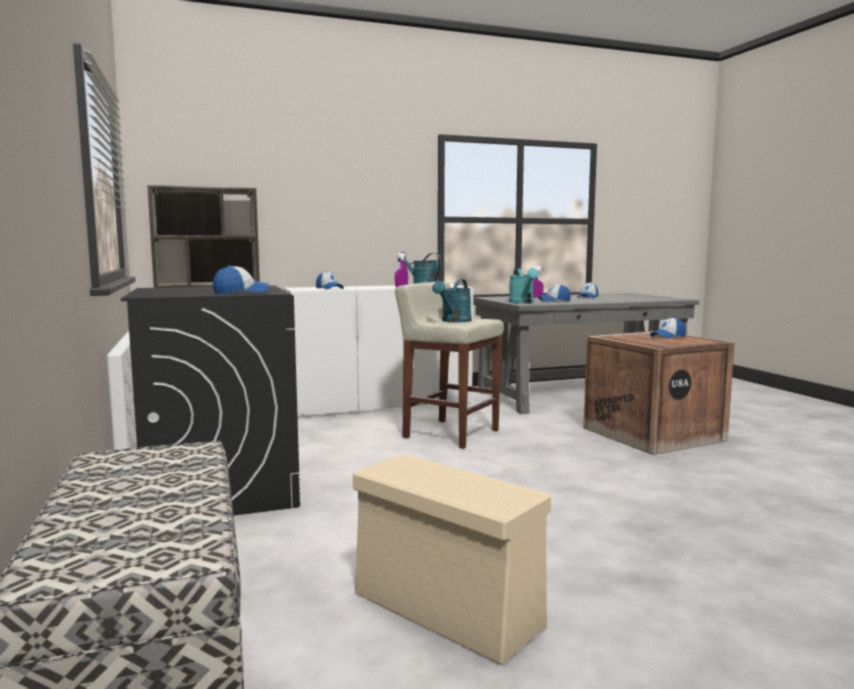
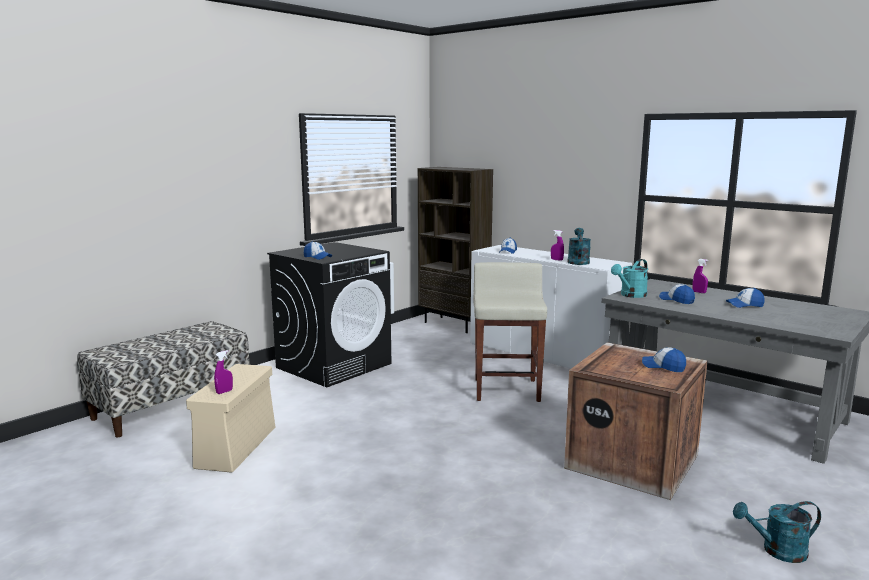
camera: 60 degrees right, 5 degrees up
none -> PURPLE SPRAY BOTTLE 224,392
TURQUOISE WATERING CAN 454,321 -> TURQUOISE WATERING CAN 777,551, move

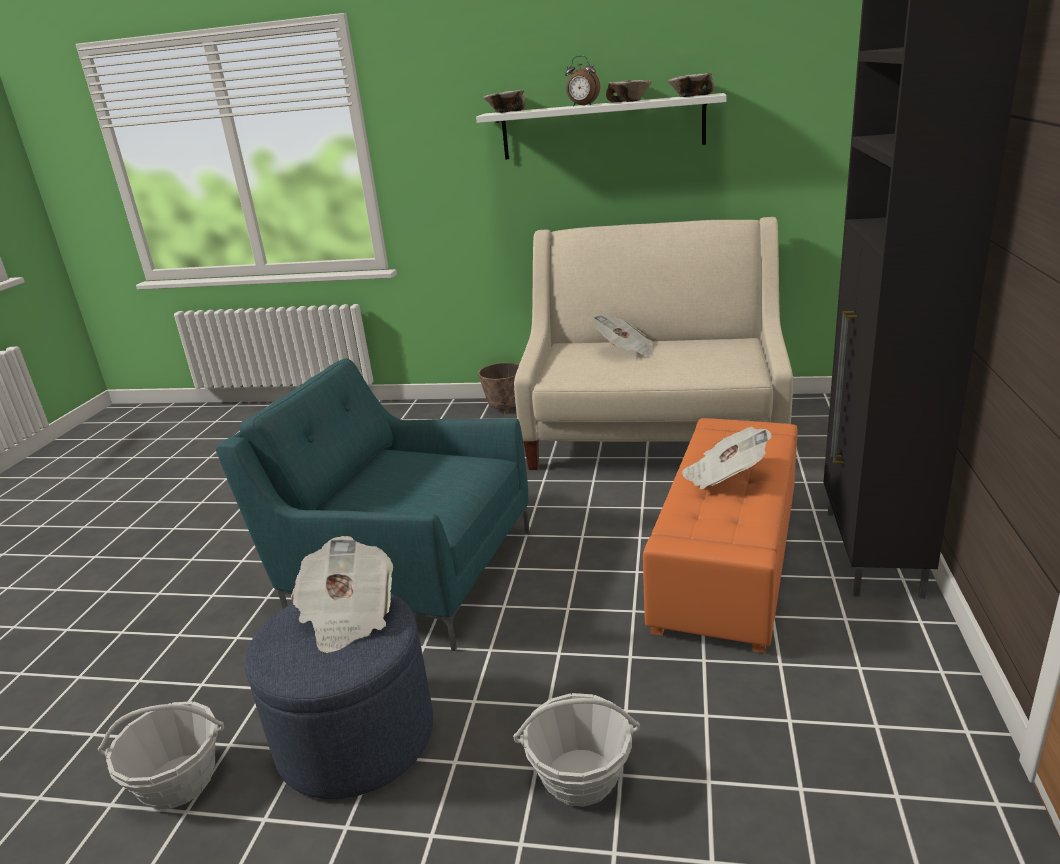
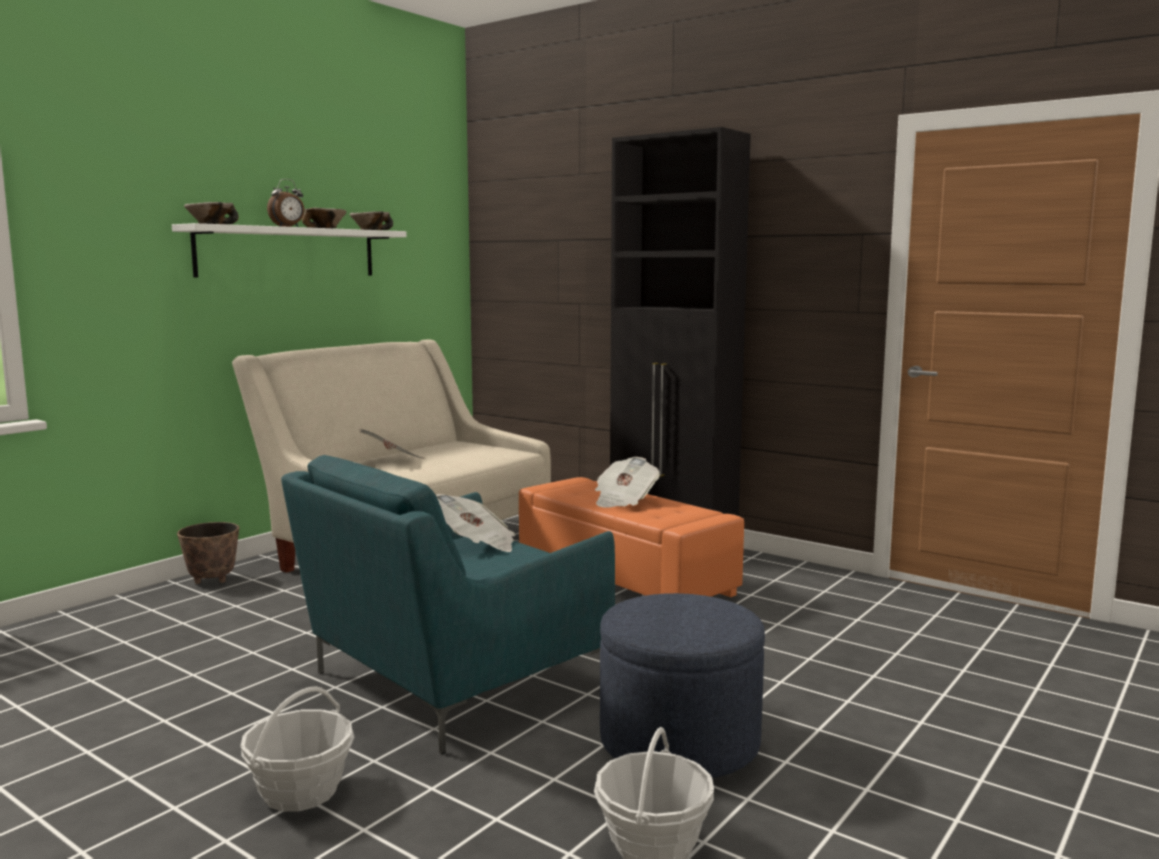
camera: 65 degrees left, 15 degrees down
BASKET 580,777 -> BASKET 300,791, move
NEWSPAPER 347,616 -> NEWSPAPER 477,544, move

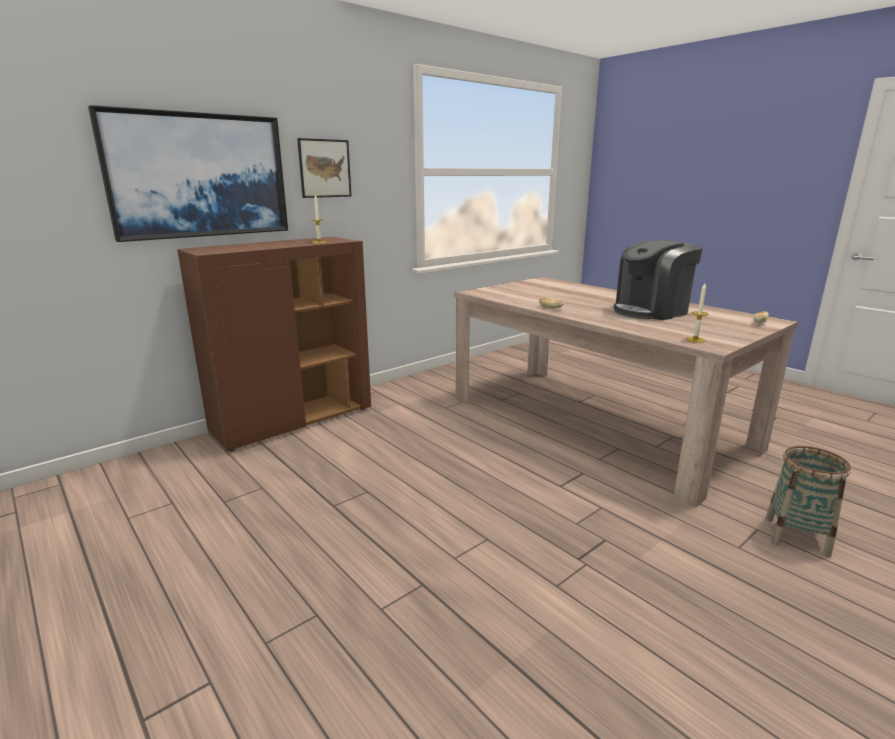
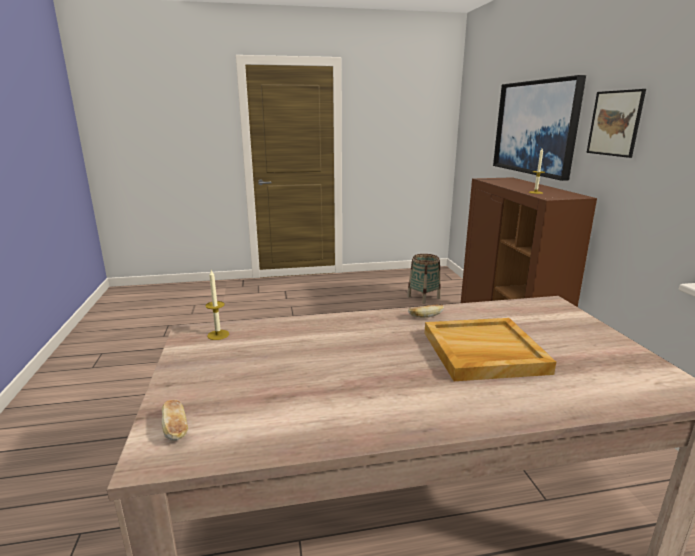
camera: 120 degrees right, 0 degrees up
BASKET 796,536 -> BASKET 423,297, move
none -> BEIGE TRAY 483,352
COFFEE MACHINE 651,311 -> none

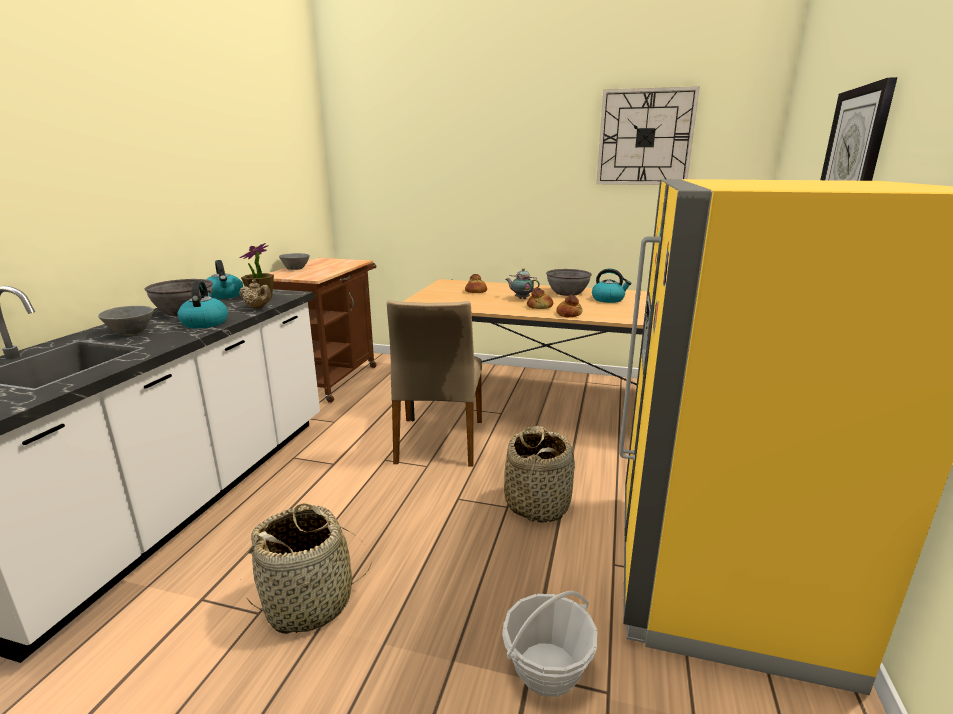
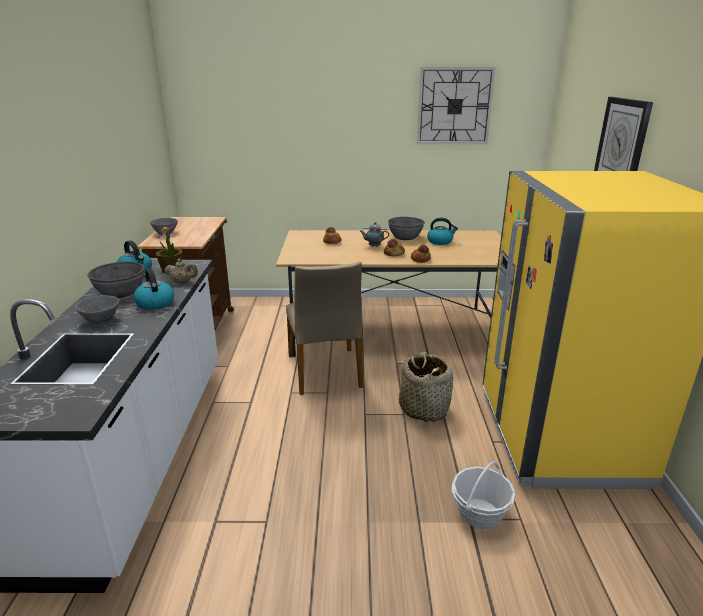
camera: 15 degrees left, 5 degrees up
BASKET 310,602 -> none

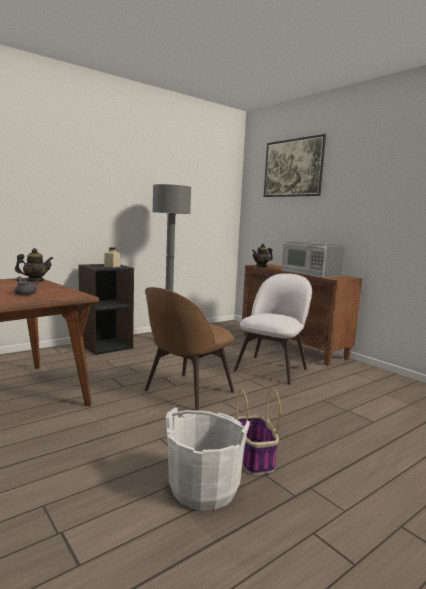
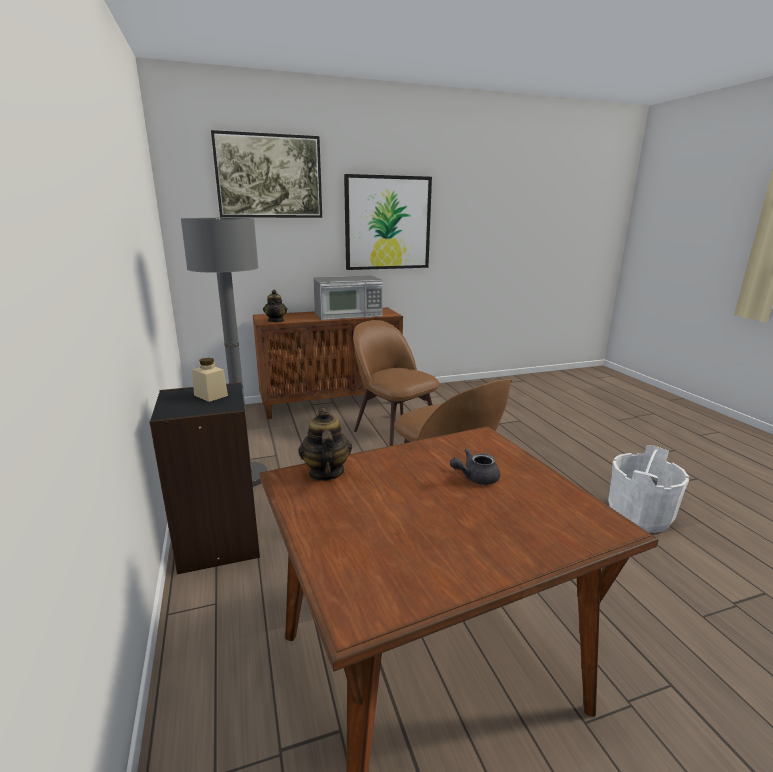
camera: 70 degrees left, 10 degrees up
none -> PICTURE 387,223
WHITE CHAIR 272,368 -> BROWN CHAIR 394,430
BASKET 255,458 -> none

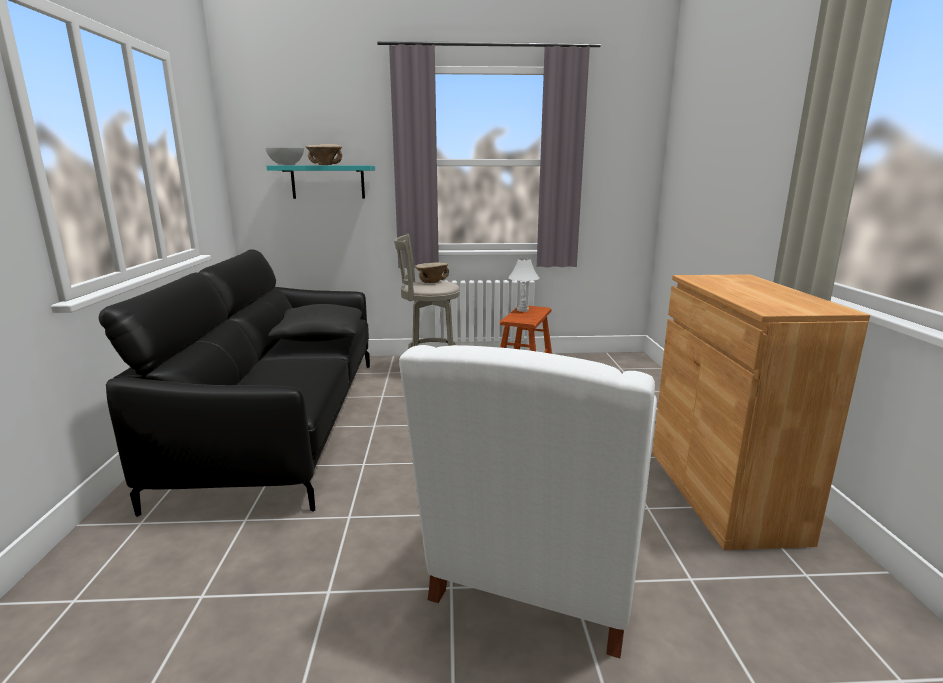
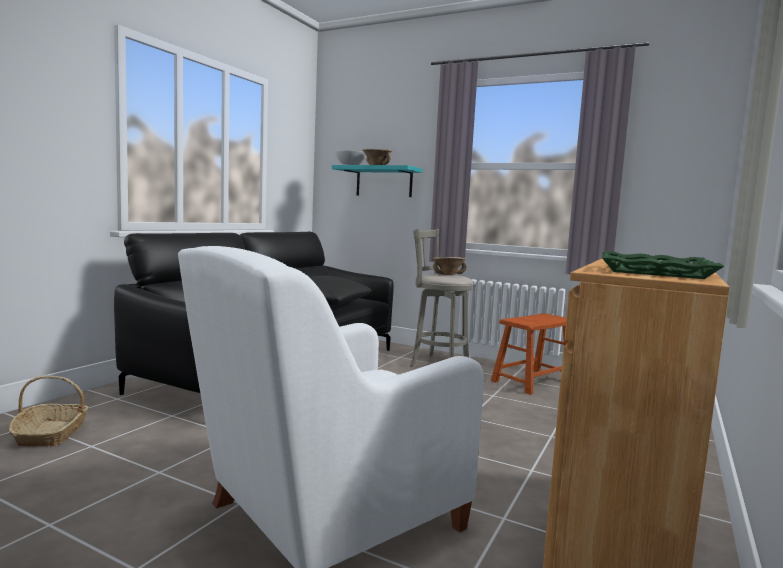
camera: 30 degrees right, 10 degrees down
none -> BASKET 51,434
none -> GREEN TRAY 654,272
WHITE TABLE LAMP 522,310 -> none

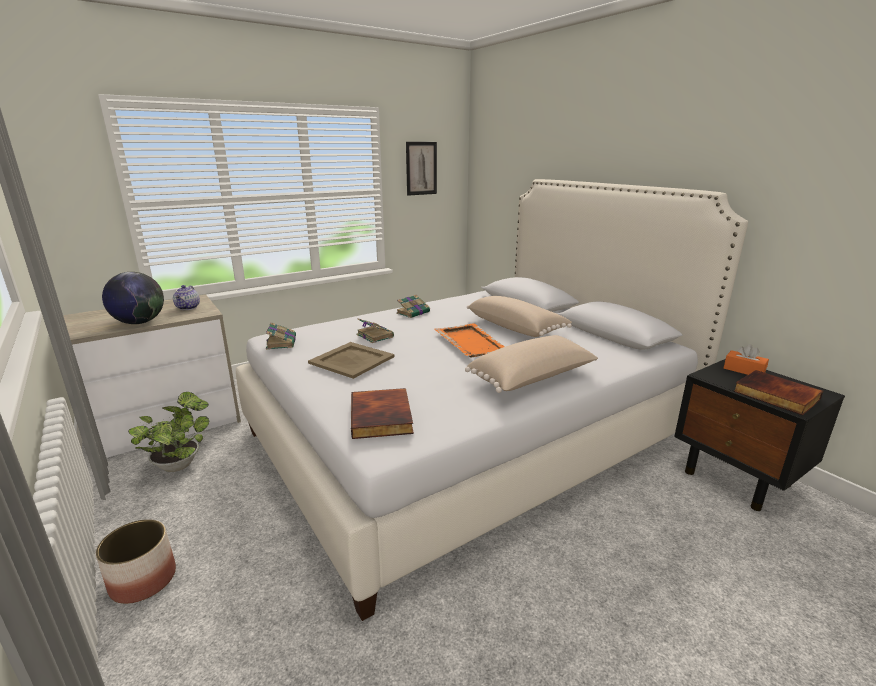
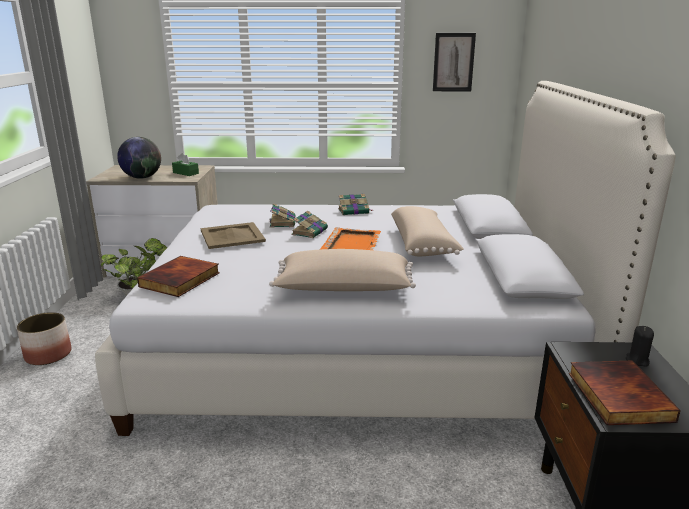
camera: 35 degrees right, 0 degrees up
TEAPOT 188,308 -> GREEN TISSUE BOX 186,173
BOOK 281,342 -> BOOK 310,231, move
ORANGE TISSUE BOX 744,370 -> BLACK CANDLE 637,360

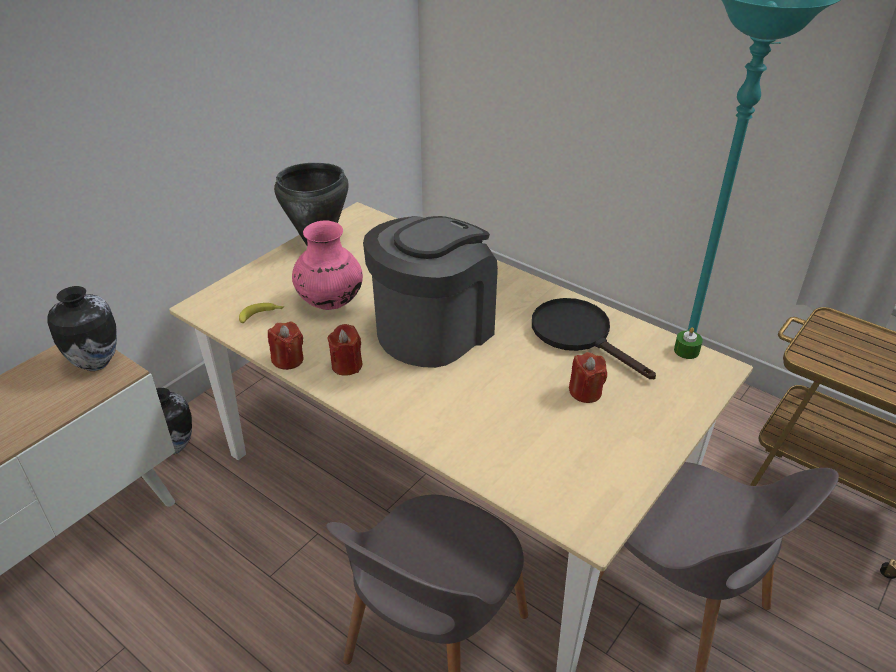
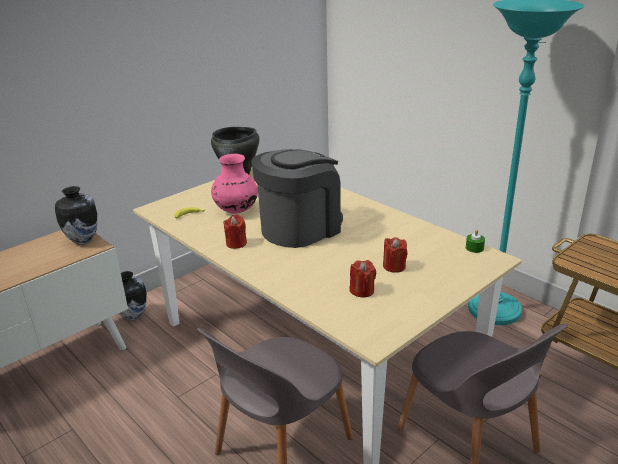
camera: 10 degrees right, 10 degrees down
RED CANDLE 288,360 -> RED CANDLE 362,291, move
BLACK FRYING PAN 579,335 -> none

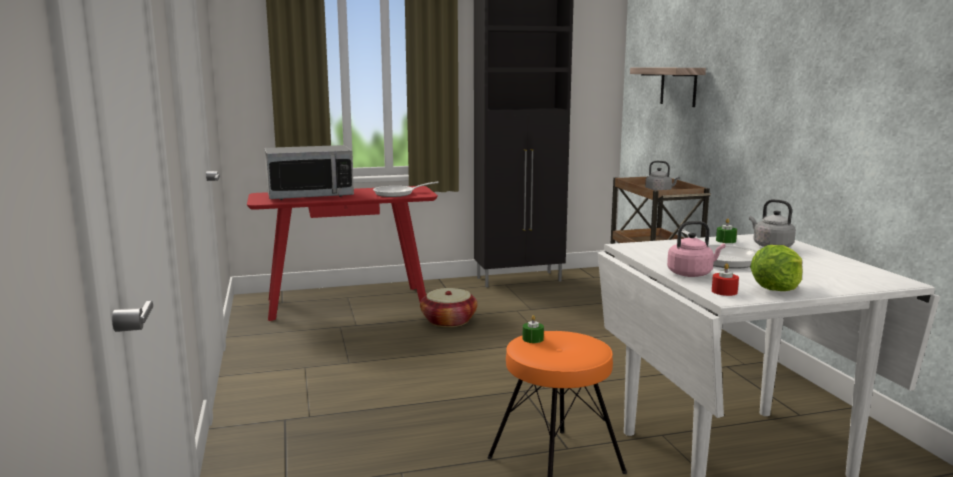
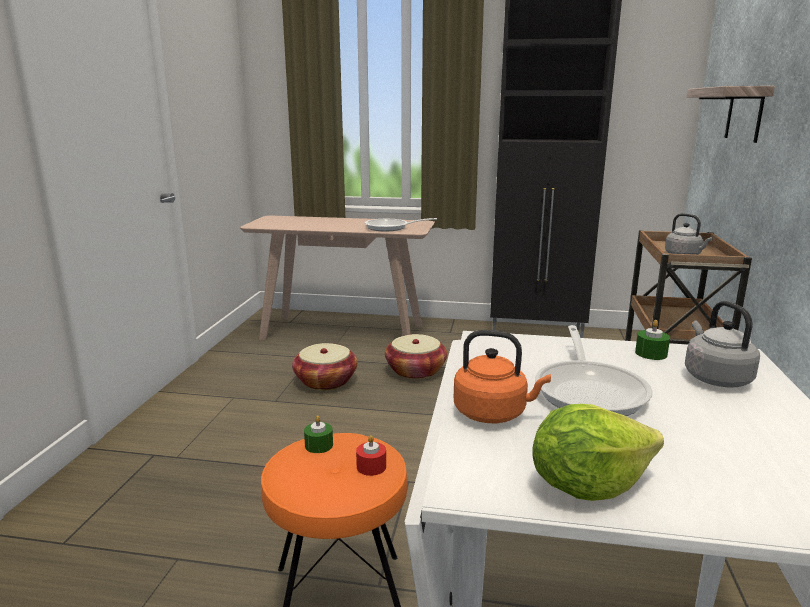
camera: 25 degrees right, 5 degrees up
RED CONSOLE TABLE 347,303 -> BEIGE CONSOLE TABLE 343,332
none -> BASKET 325,381
RED CANDLE 724,291 -> RED CANDLE 371,466, move
PINK KETTLE 692,274 -> ORANGE KETTLE 493,413
MICROWAVE 310,195 -> none

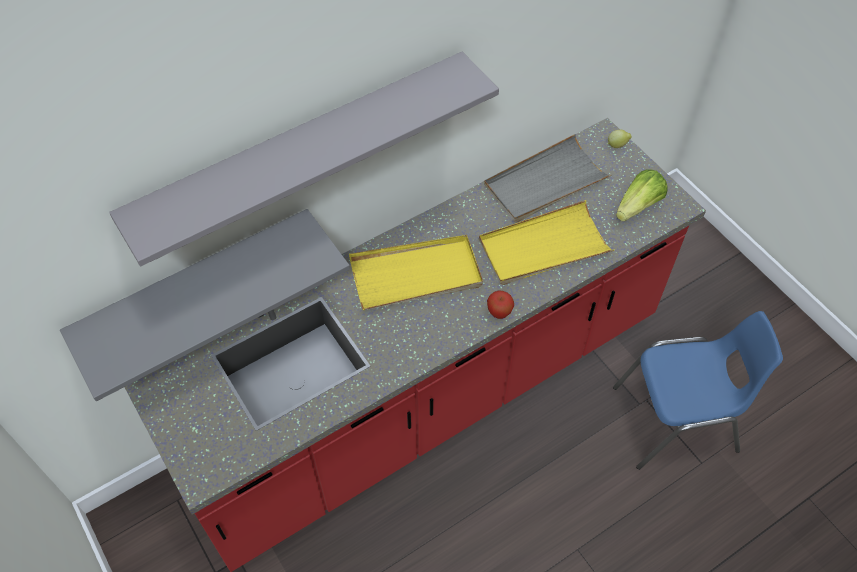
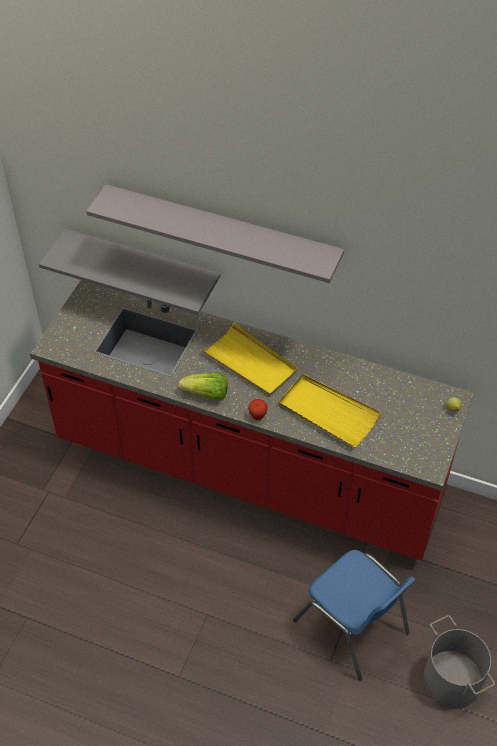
camera: 55 degrees right, 5 degrees down
LETTUCE 638,206 -> LETTUCE 206,394, move
none -> GREY BUCKET 452,680
GREY TRAY 545,182 -> none

